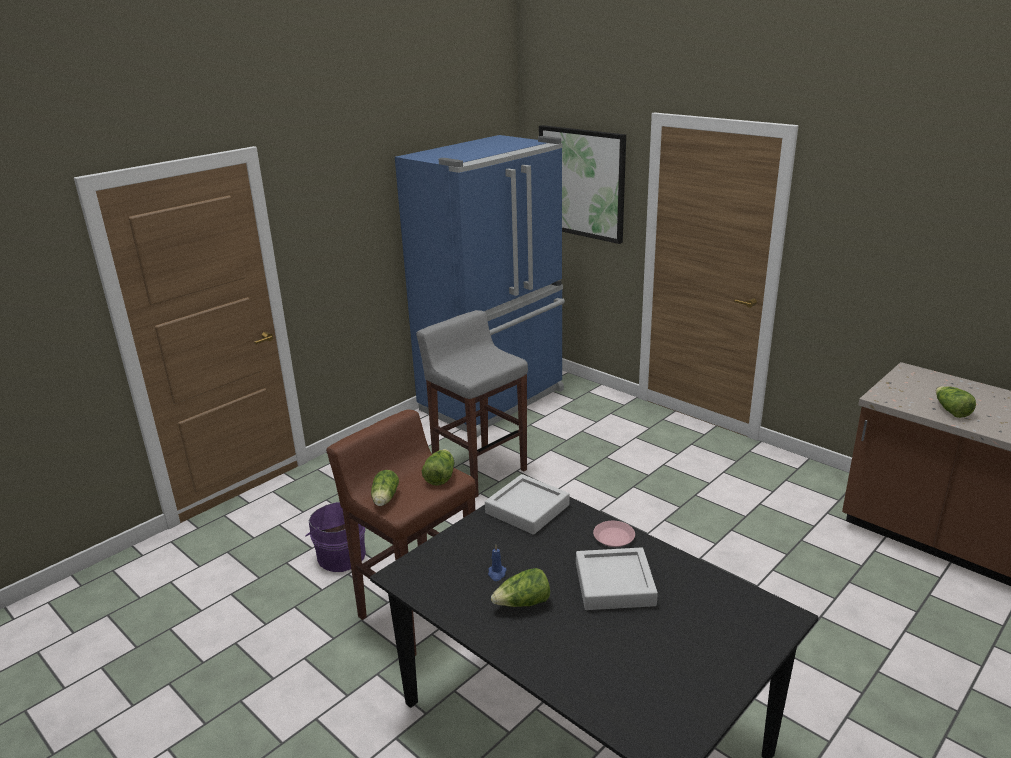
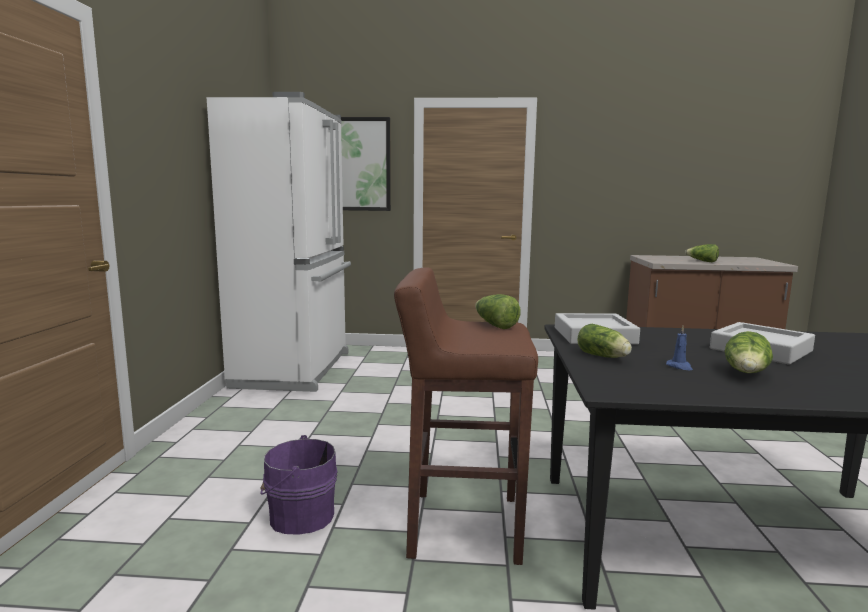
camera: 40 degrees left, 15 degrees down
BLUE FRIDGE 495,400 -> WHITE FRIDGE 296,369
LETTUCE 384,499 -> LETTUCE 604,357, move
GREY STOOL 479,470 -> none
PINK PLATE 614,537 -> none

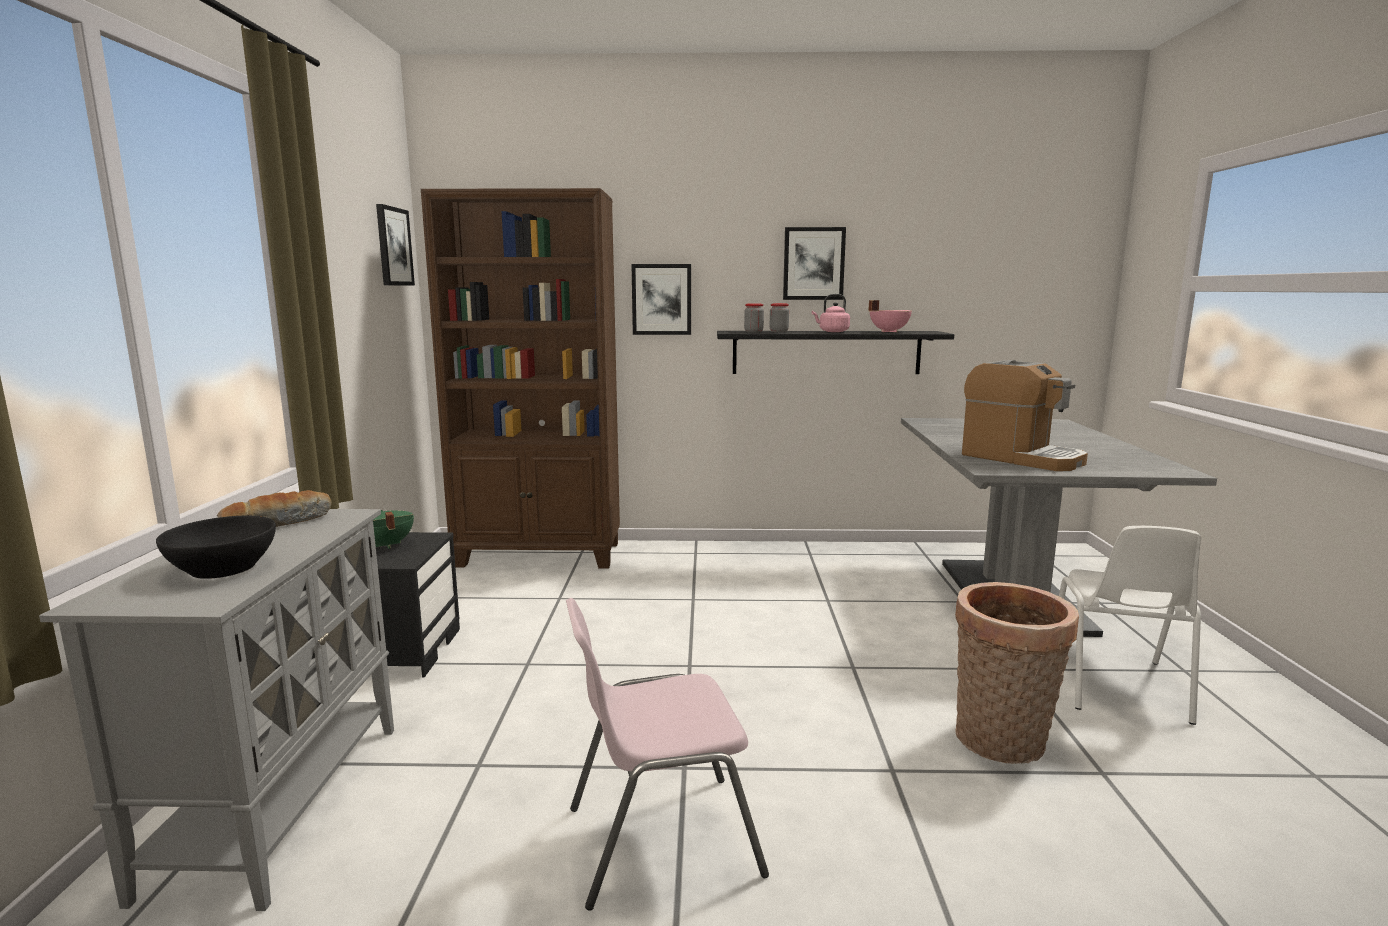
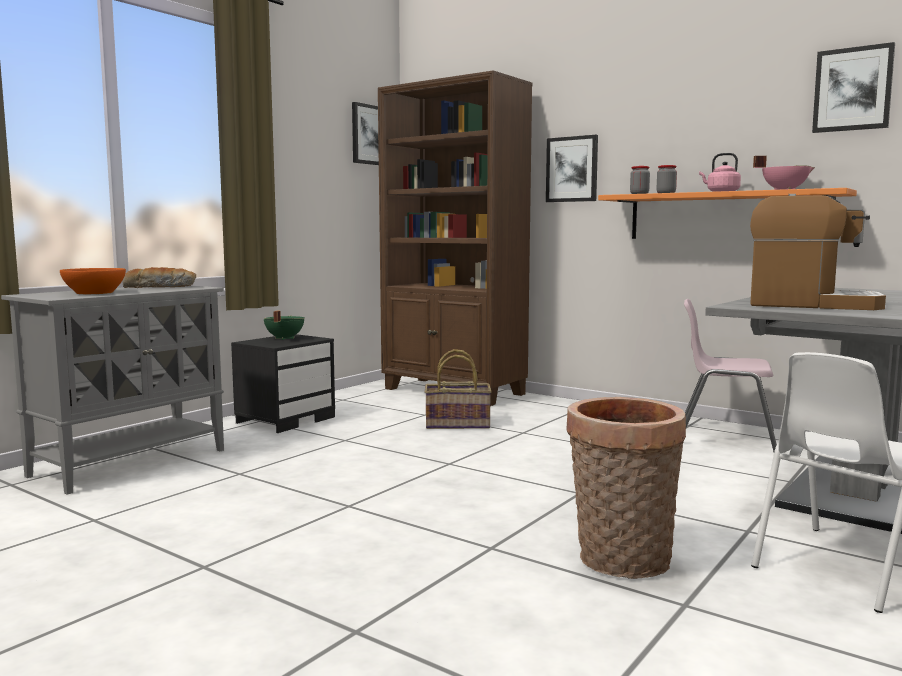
camera: 35 degrees right, 5 degrees down
BLACK BOWL 223,568 -> ORANGE BOWL 95,293
none -> BASKET 458,424
BLACK SHELF 826,352 -> ORANGE SHELF 726,216
PINK CHAIR 659,839 -> PINK CHAIR 723,437, move
COFFEE MACHINE 1021,458 -> COFFEE MACHINE 809,305, 60 degrees counterclockwise
PICTURE 813,263 -> PICTURE 852,89, move

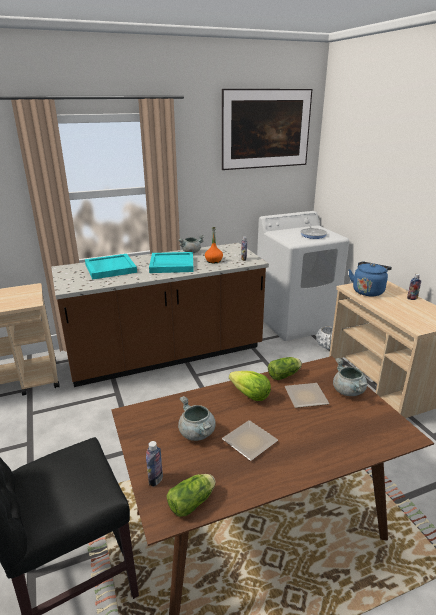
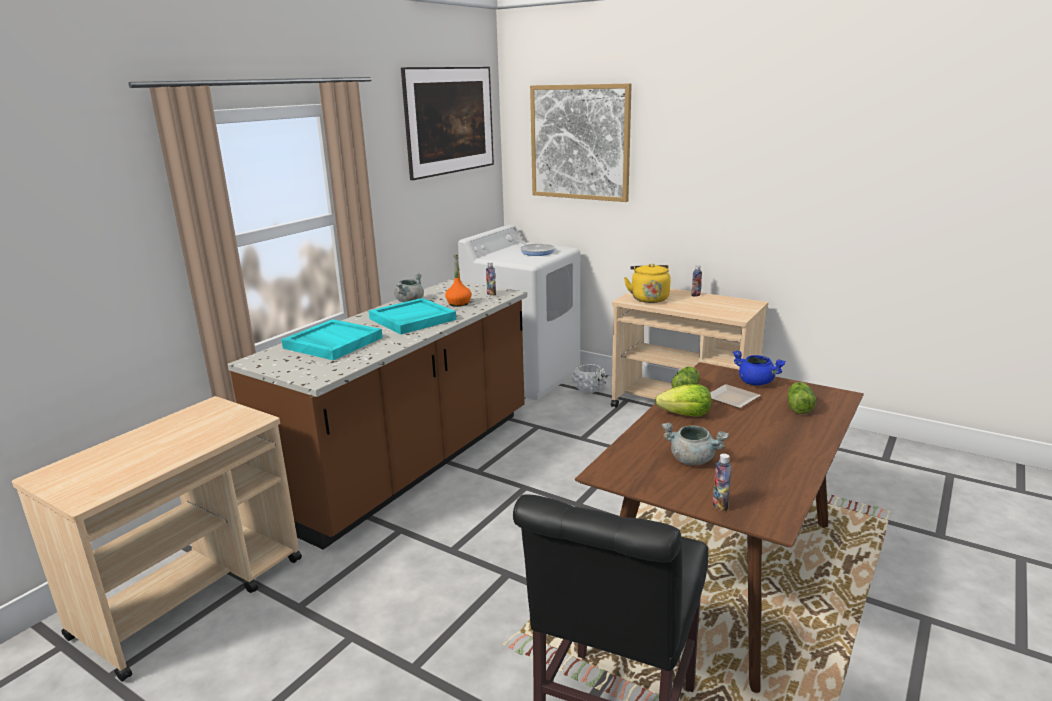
camera: 35 degrees left, 5 degrees down
none -> PICTURE 580,142
BLUE KETTLE 368,291 -> YELLOW KETTLE 649,298
GREY COOKING POT 348,391 -> BLUE COOKING POT 756,382
LETTUCE 193,502 -> LETTUCE 799,406, move
PLATE 251,442 -> none

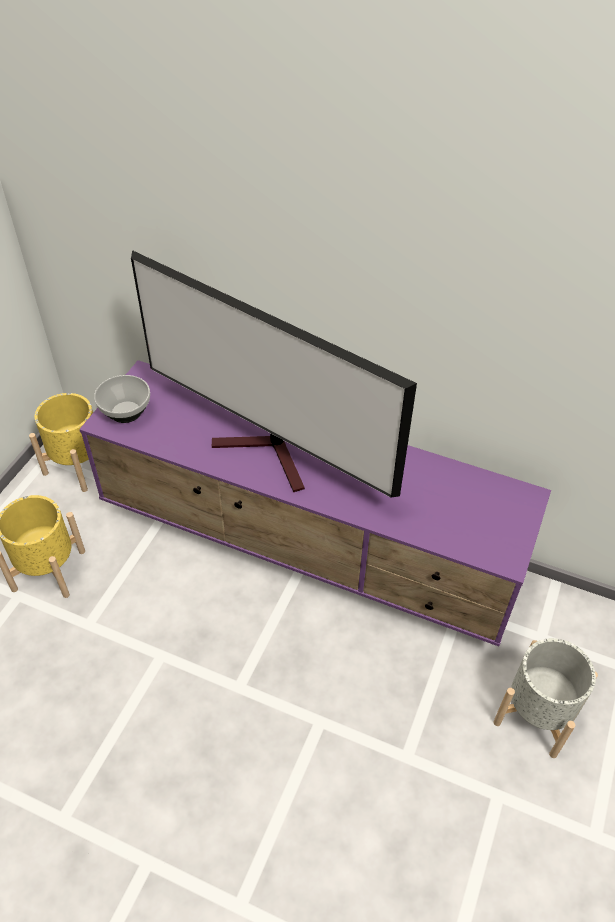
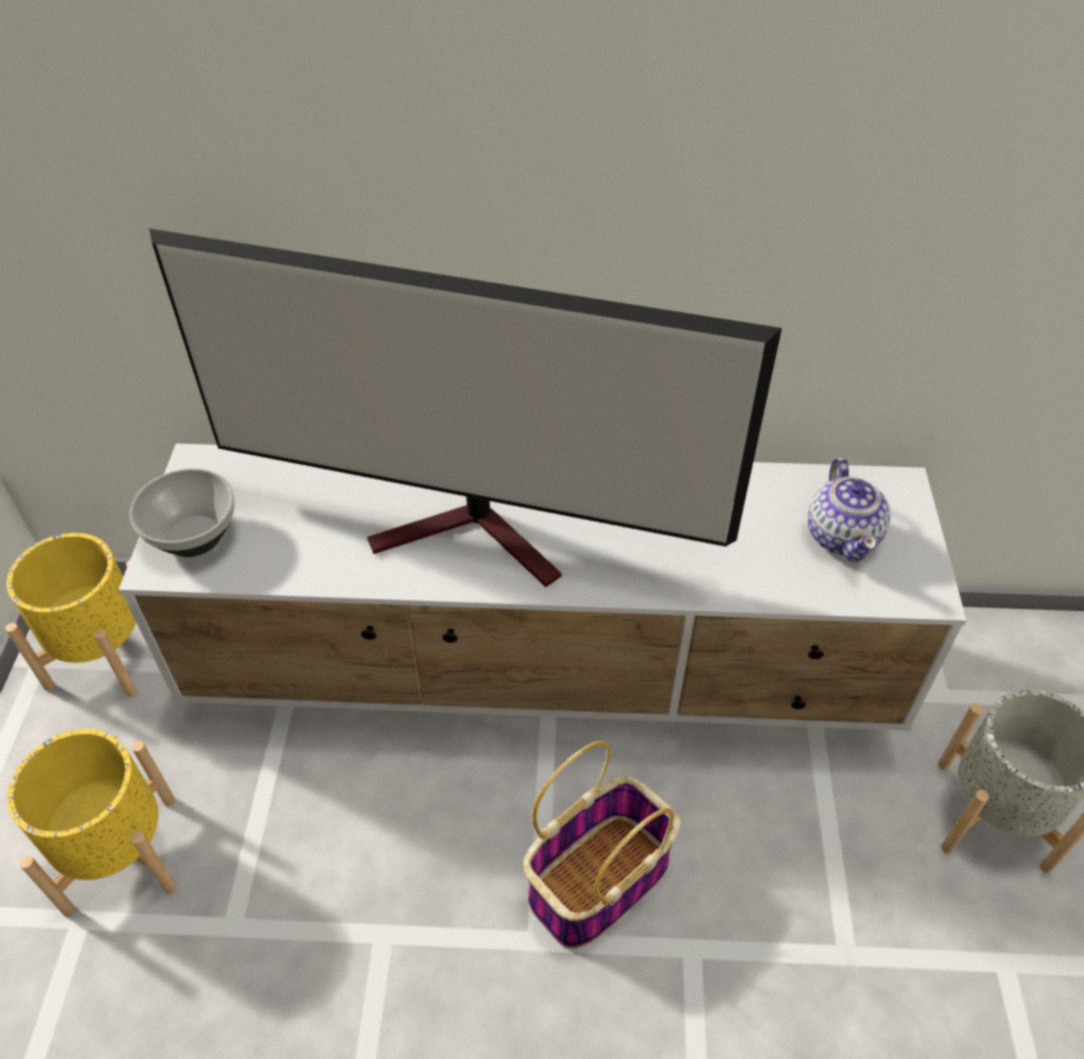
camera: 20 degrees left, 0 degrees up
PURPLE TV STAND 308,548 -> WHITE TV STAND 546,672
none -> BASKET 599,879
none -> TEAPOT 842,535

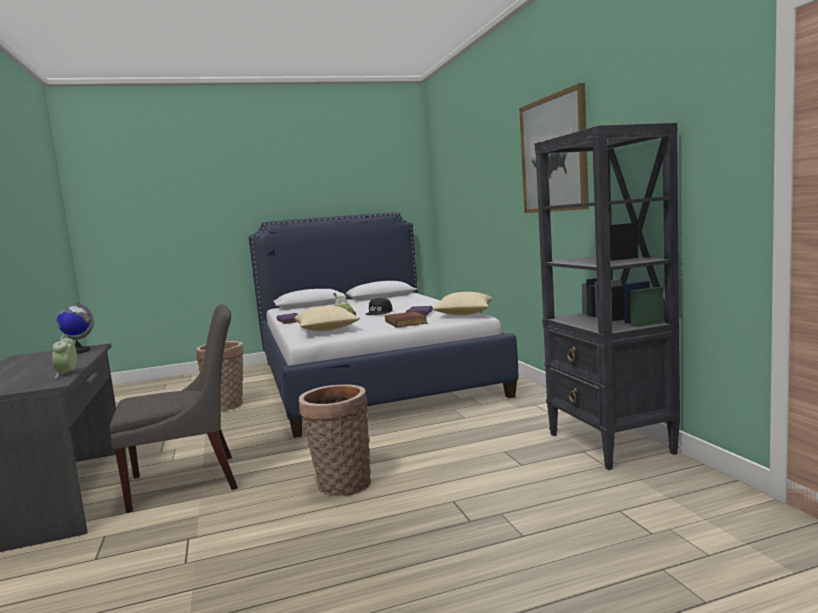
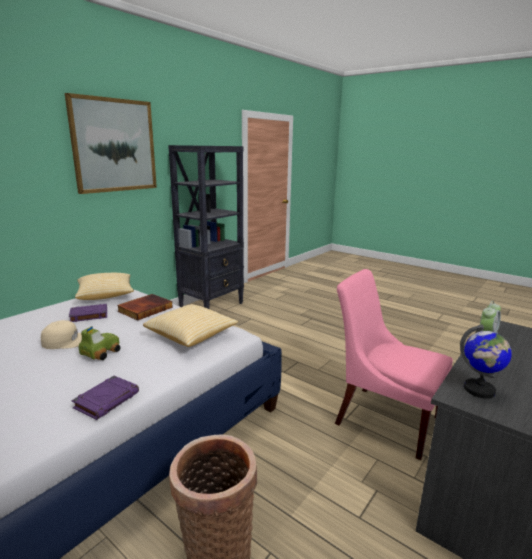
camera: 125 degrees left, 10 degrees up
BLACK CAP 379,312 -> BEIGE CAP 66,340
GREY CHAIR 190,481 -> PINK CHAIR 383,417
BASKET 341,484 -> none

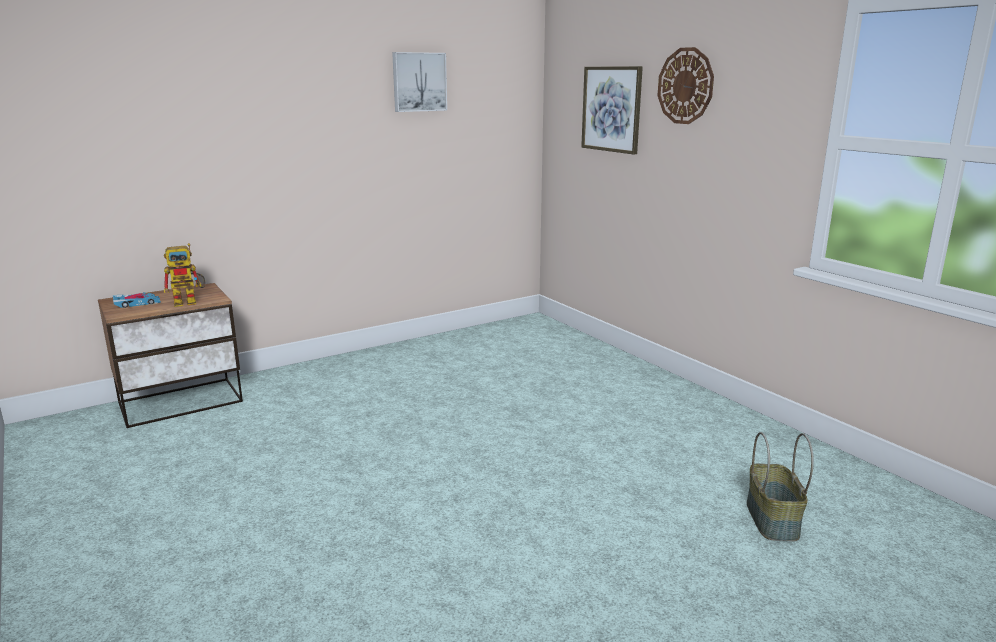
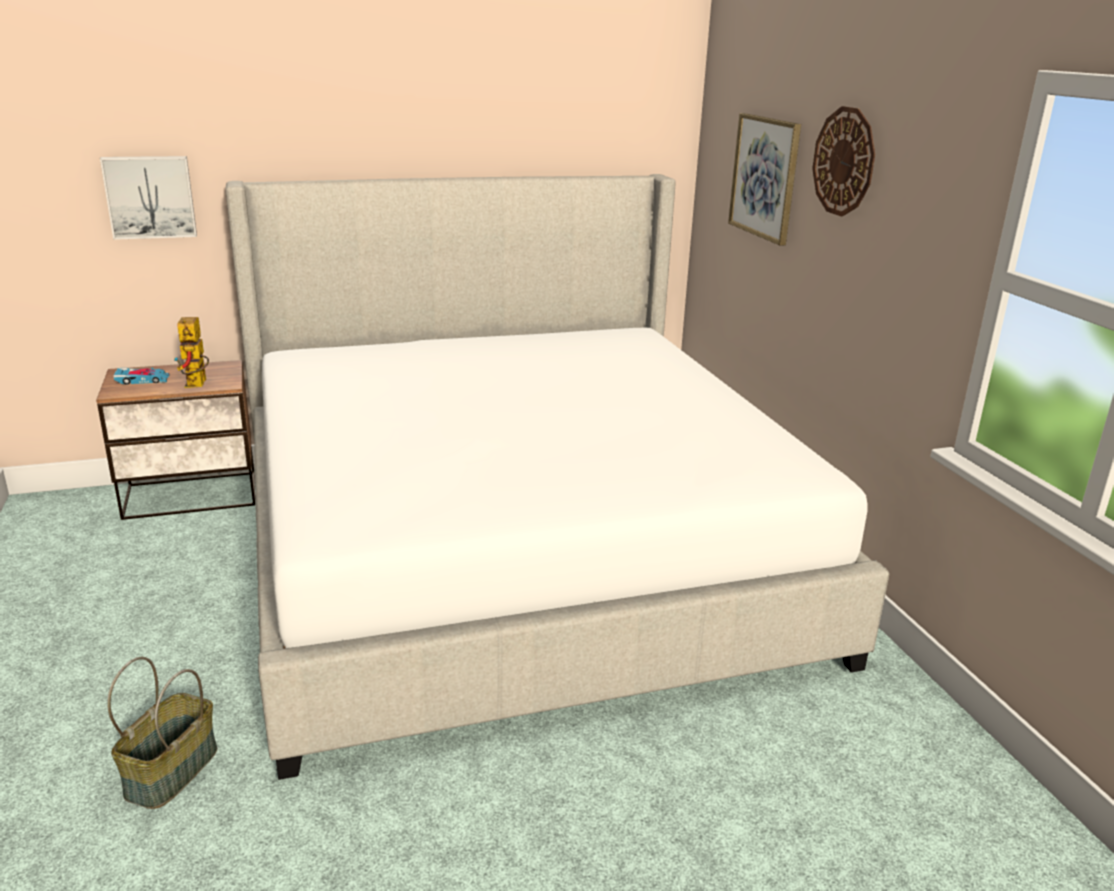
camera: 15 degrees right, 5 degrees up
PICTURE 419,82 -> PICTURE 150,197, move
BASKET 770,519 -> BASKET 171,771, move
TOY ROBOT 190,302 -> TOY ROBOT 197,385, 90 degrees clockwise
none -> BED 514,555

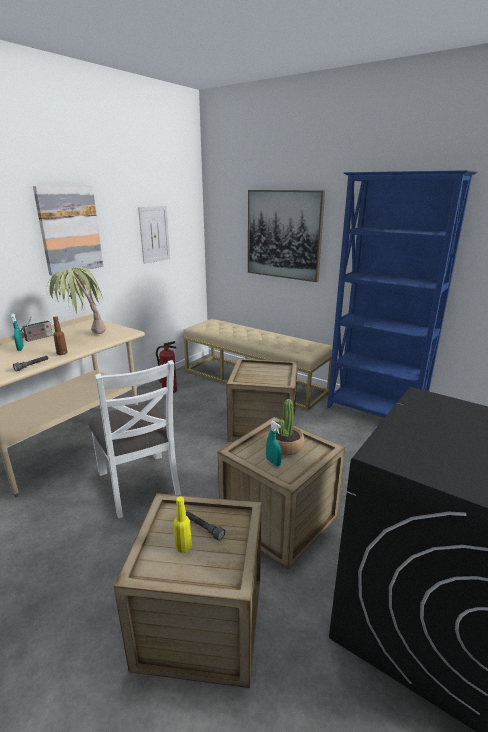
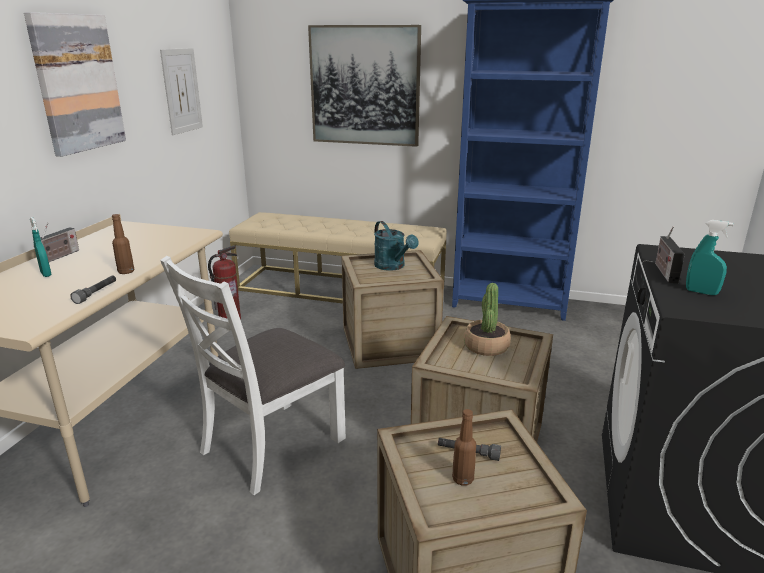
camera: 20 degrees left, 0 degrees up
WHITE CHAIR 140,484 -> WHITE CHAIR 271,445, 90 degrees clockwise
none -> TURQUOISE WATERING CAN 393,267
YELLOW BOTTLE 183,547 -> BROWN BOTTLE 462,479
none -> RADIO 664,272
TURQUOISE SPRAY BOTTLE 273,462 -> TURQUOISE SPRAY BOTTLE 701,292, move
POTTED PLANT 83,337 -> none

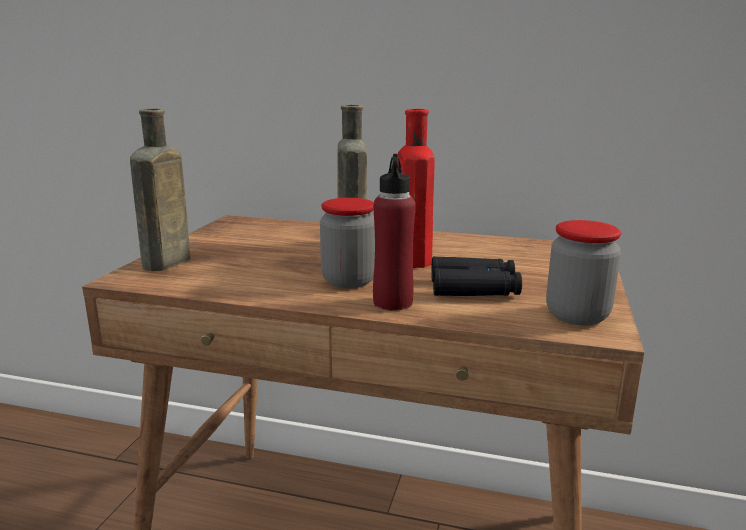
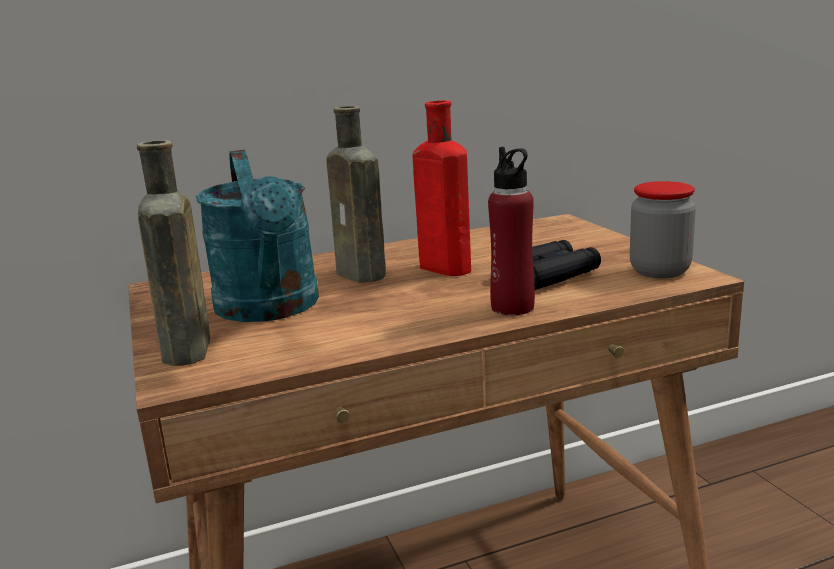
camera: 35 degrees left, 0 degrees up
none -> TURQUOISE WATERING CAN 271,309
JAR 349,281 -> none

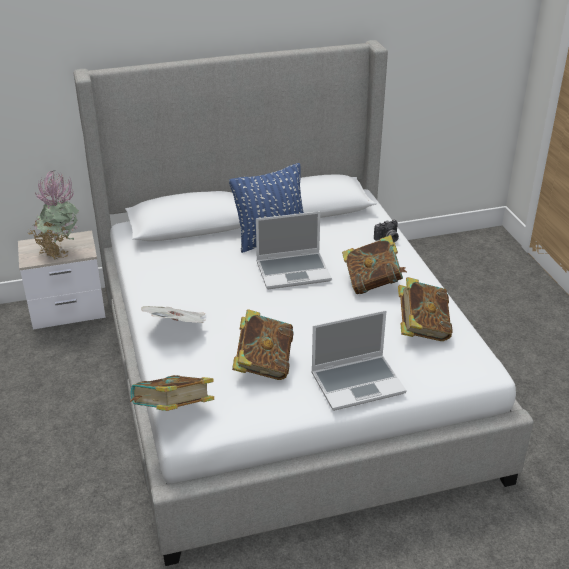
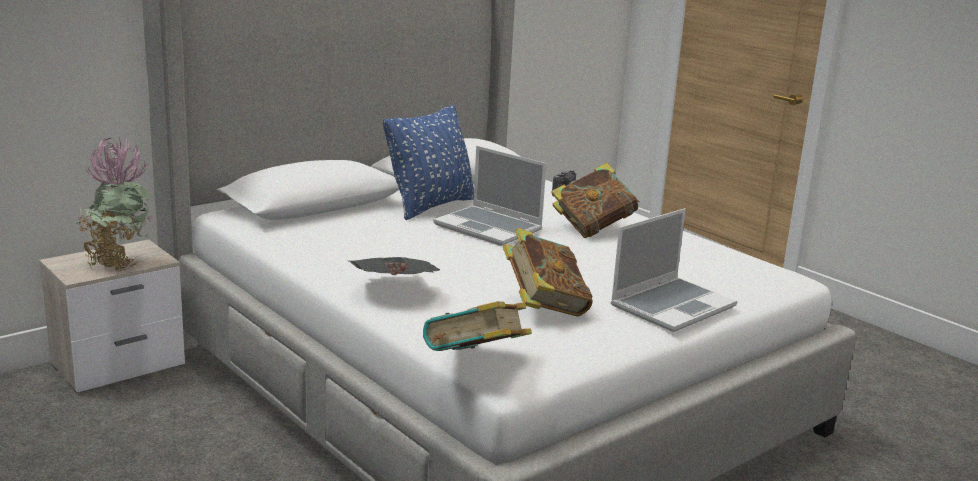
camera: 25 degrees left, 15 degrees down
LAPTOP 294,271 -> LAPTOP 490,228, 75 degrees clockwise
BOOK 422,329 -> none

